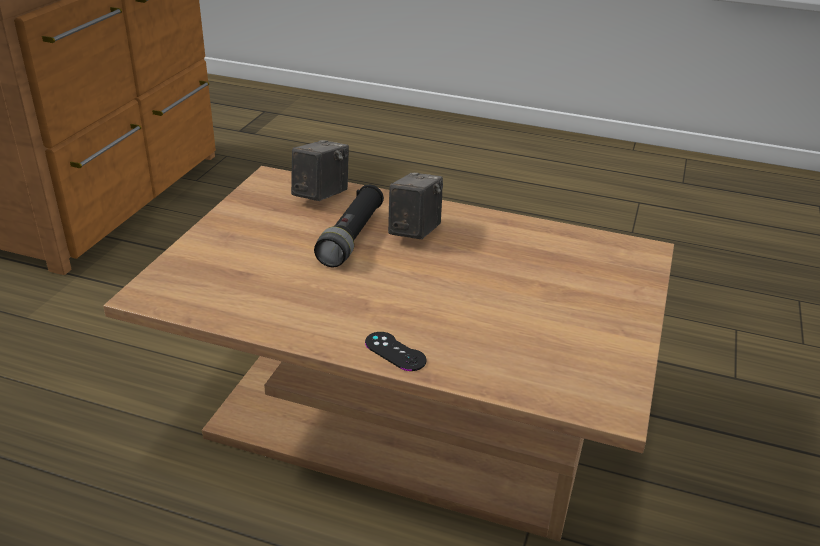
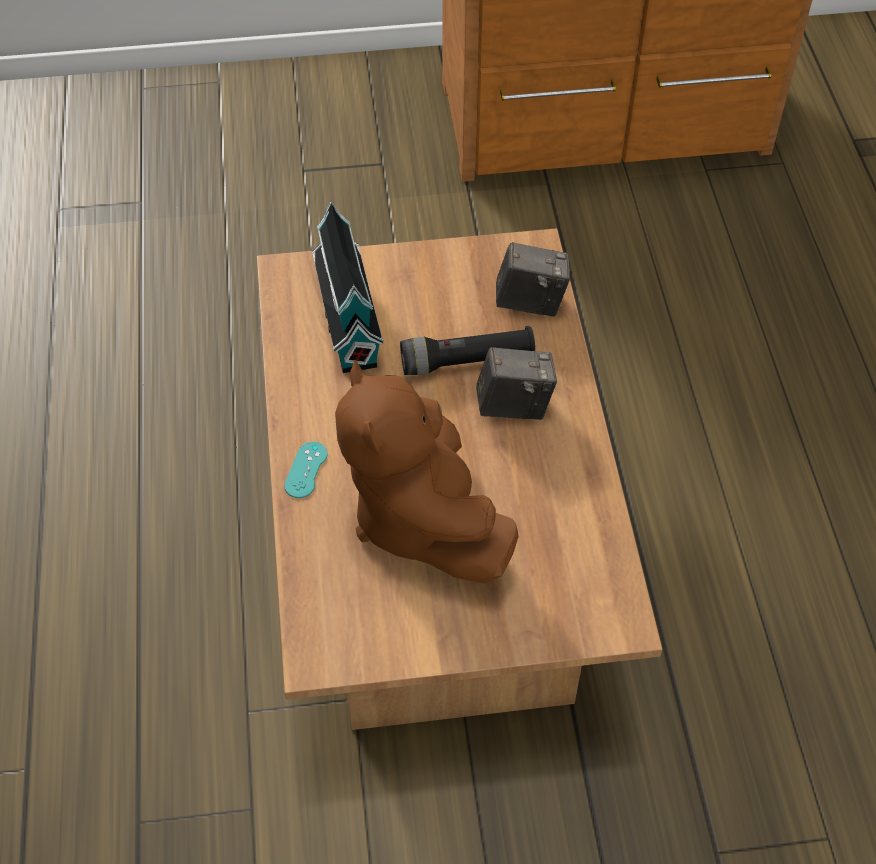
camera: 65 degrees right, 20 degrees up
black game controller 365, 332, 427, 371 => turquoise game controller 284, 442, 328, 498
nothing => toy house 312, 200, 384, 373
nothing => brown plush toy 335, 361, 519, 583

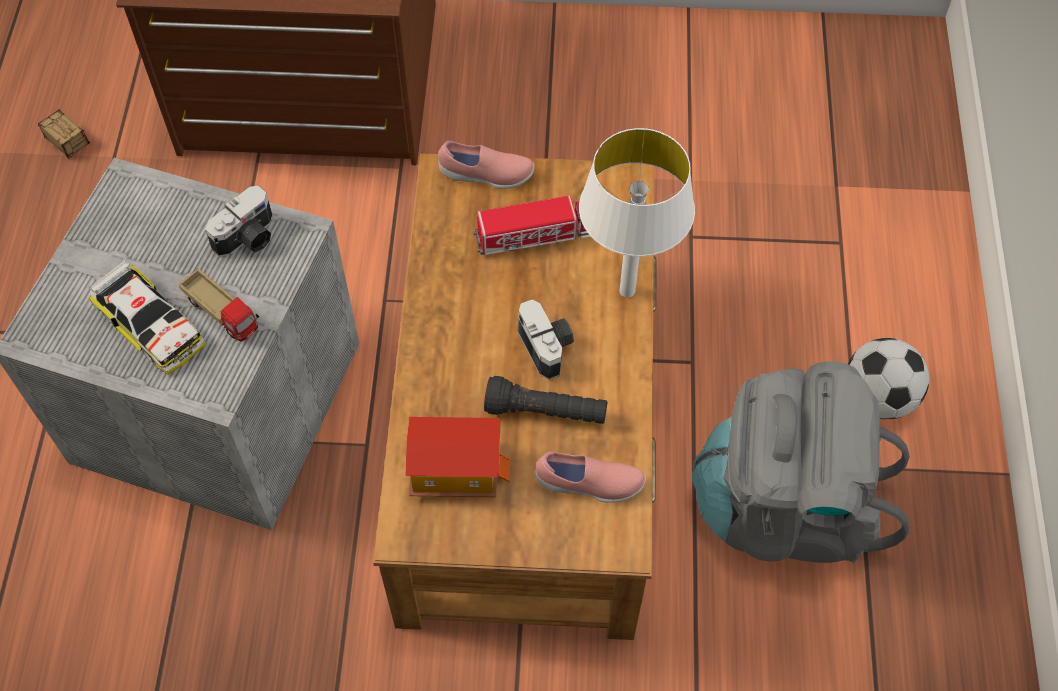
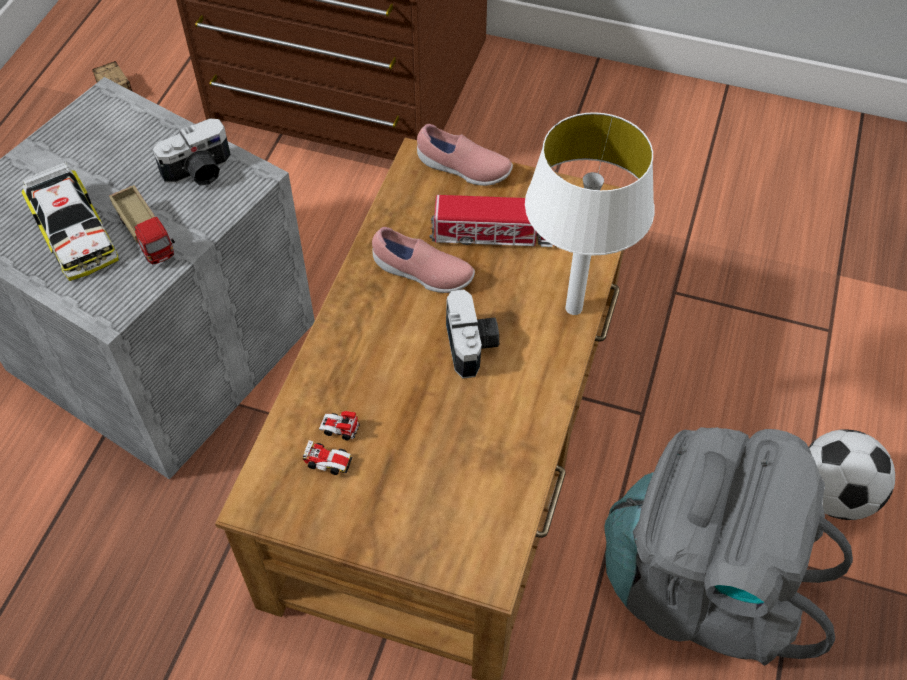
camera: 15 degrees right, 5 degrees down
toy house 405, 417, 511, 497 => toy car 302, 411, 360, 475
pink shoe 535, 452, 646, 503 => pink shoe 372, 227, 475, 293, relocated
black flashlight 484, 376, 607, 424 => nothing

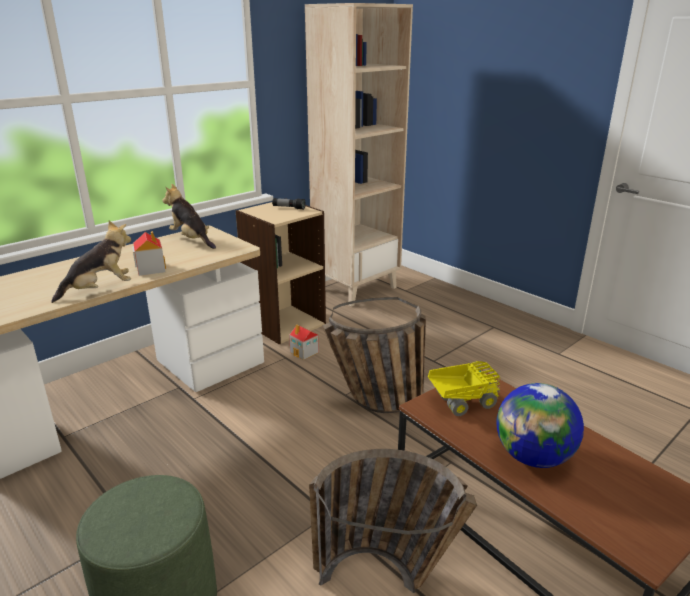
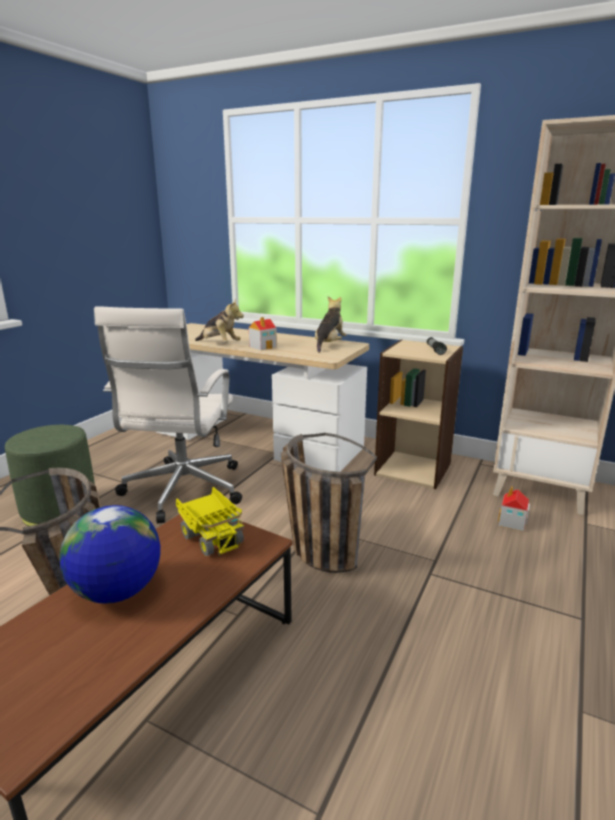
camera: 70 degrees right, 5 degrees down
nothing => white office chair 94, 306, 242, 524
toy house 289, 324, 319, 360 => toy house 498, 486, 530, 531, relocated

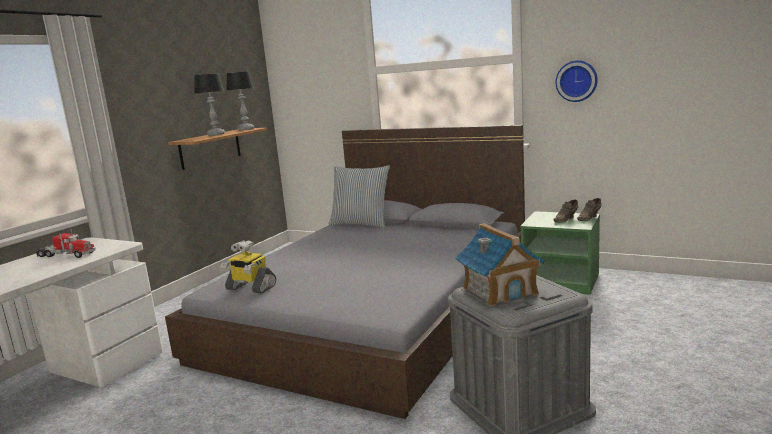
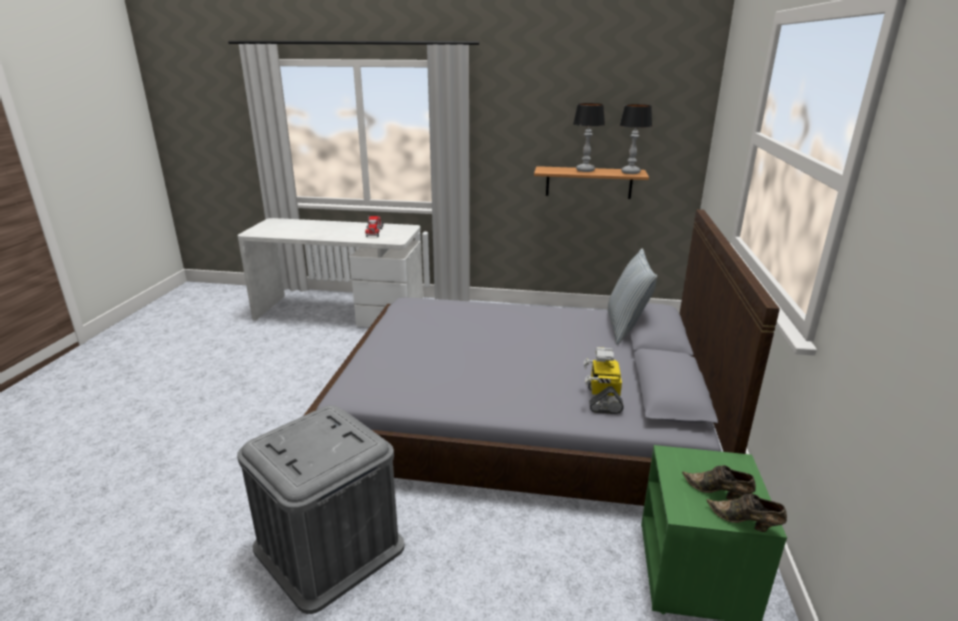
camera: 70 degrees right, 10 degrees up
toy robot 220, 240, 276, 293 => toy robot 584, 347, 623, 414, relocated
toy house 455, 223, 545, 306 => nothing
wall clock 556, 60, 598, 102 => nothing

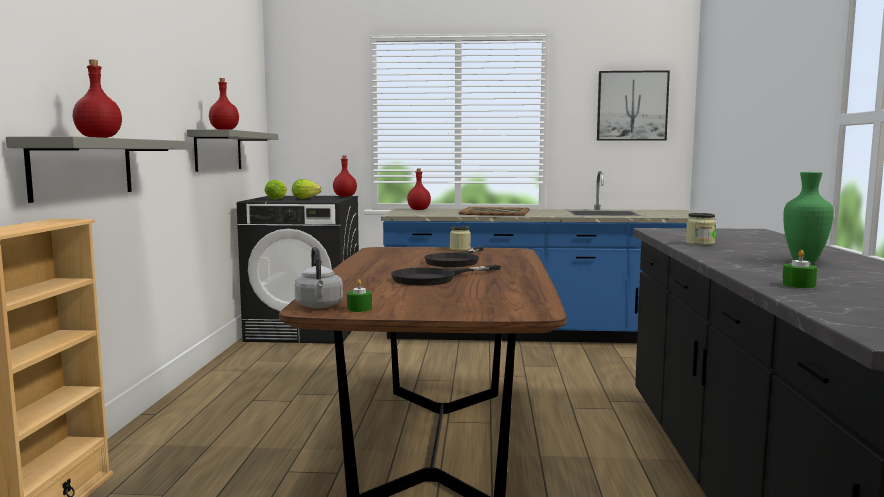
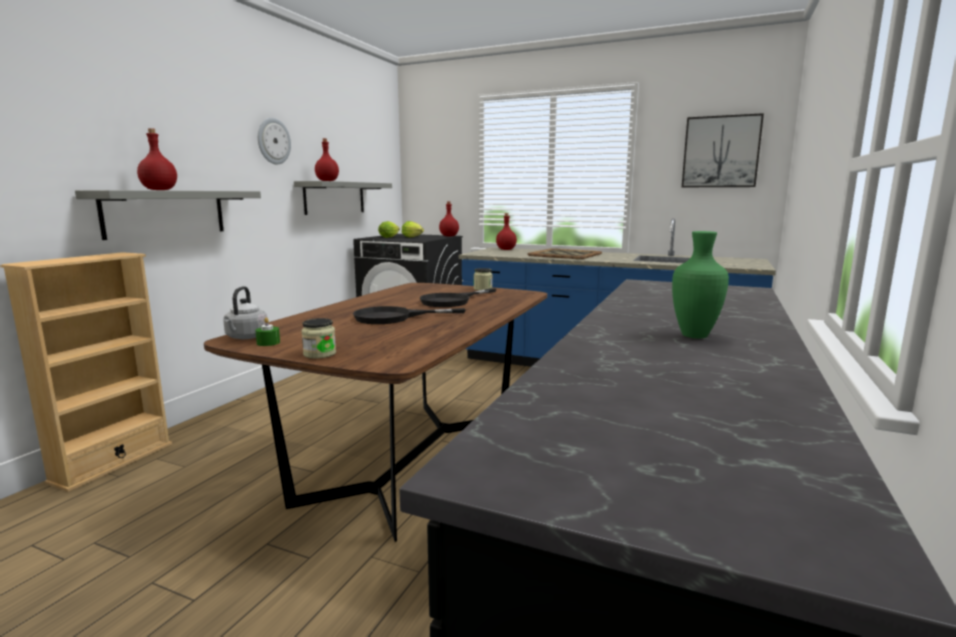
camera: 20 degrees right, 5 degrees up
nothing => wall clock 258, 118, 291, 164
jar 686, 213, 716, 245 => jar 301, 318, 336, 359, relocated
green candle 782, 250, 817, 288 => nothing

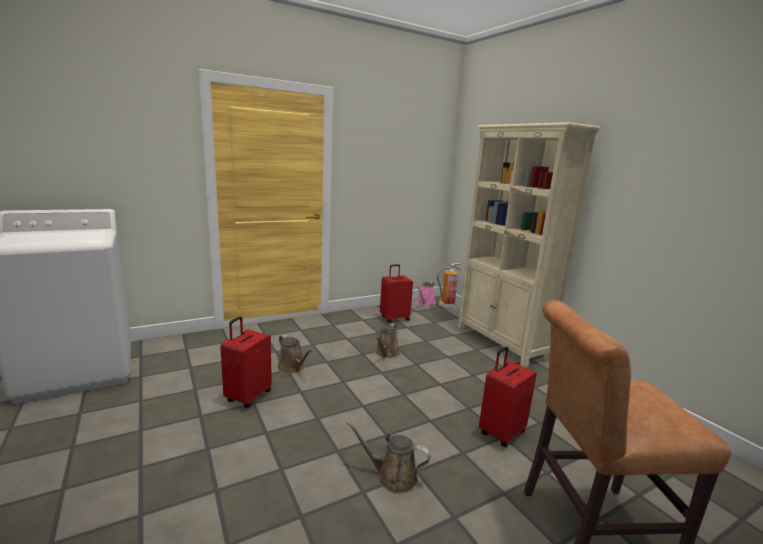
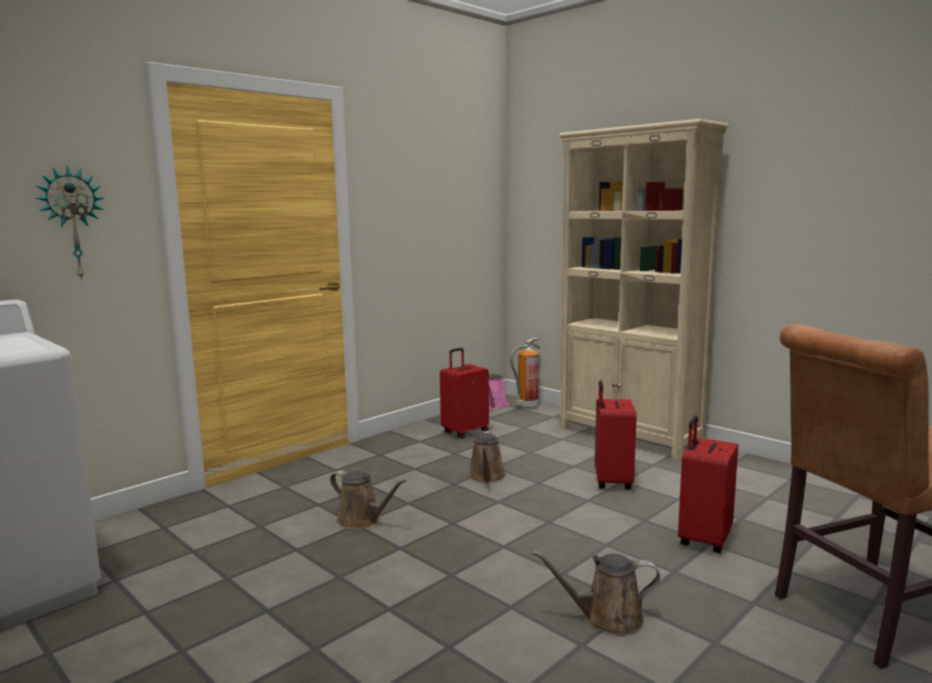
camera: 15 degrees left, 5 degrees down
nothing => wall clock 35, 165, 104, 280
red suitcase 220, 316, 272, 408 => red suitcase 595, 380, 637, 490, relocated

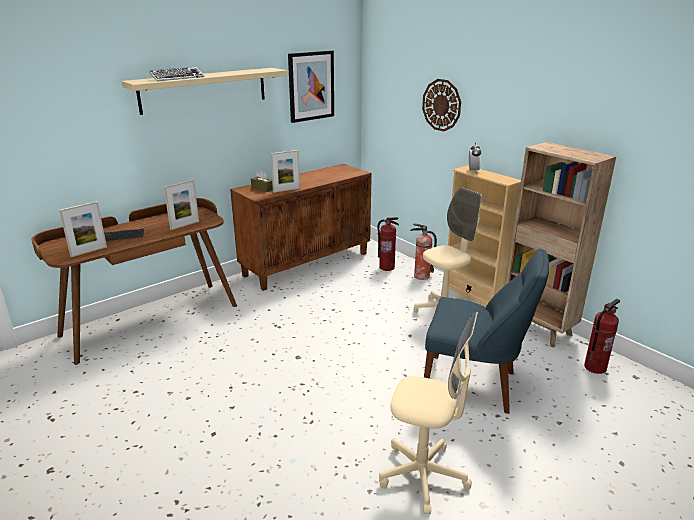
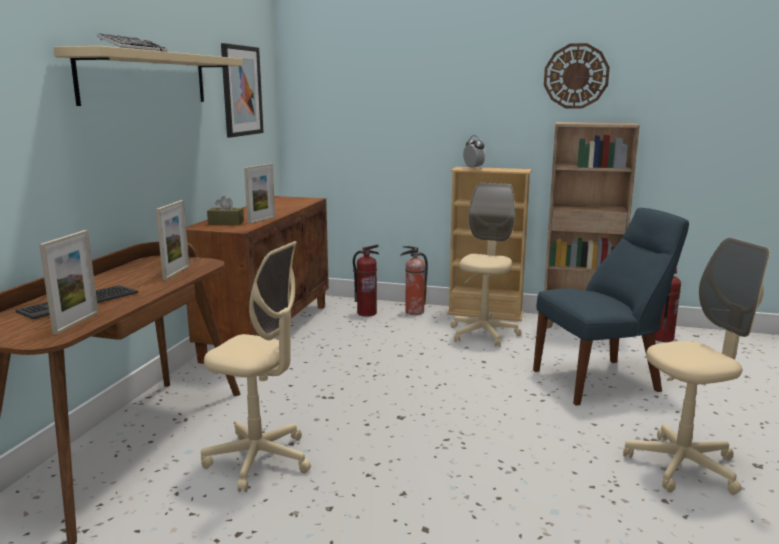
camera: 35 degrees left, 10 degrees down
nothing => beige office chair 201, 241, 311, 492
wall clock 422, 79, 461, 132 => wall clock 544, 43, 610, 109, relocated

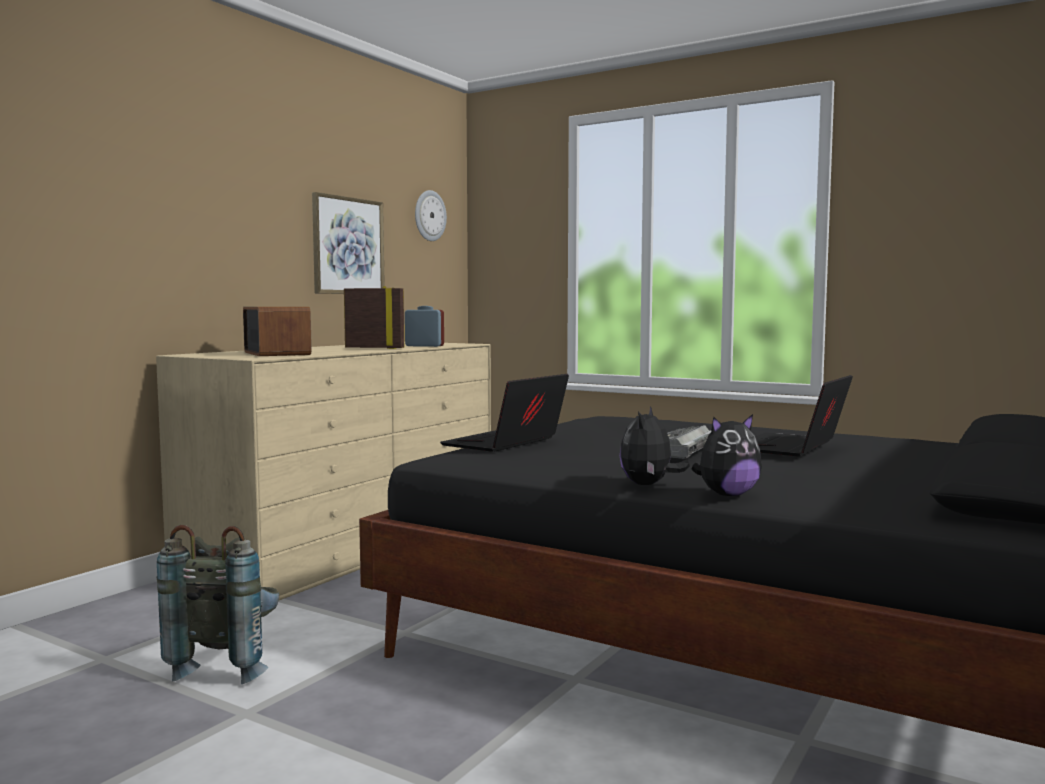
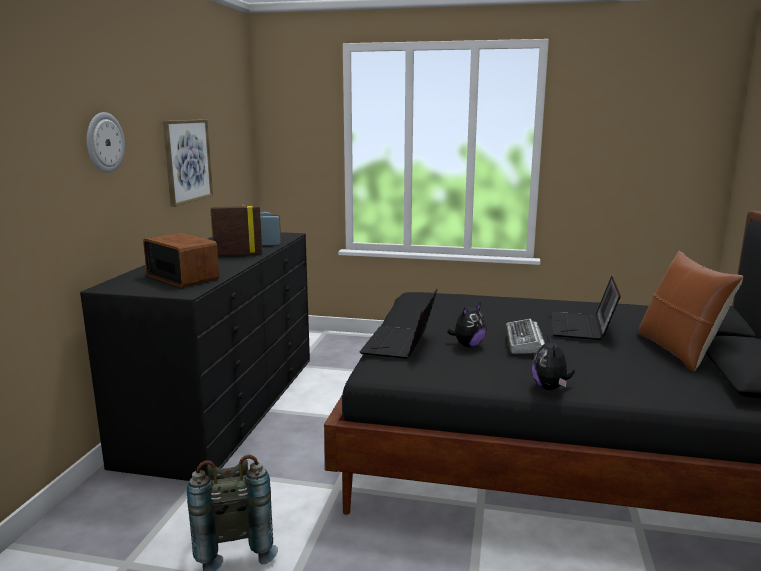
camera: 20 degrees left, 10 degrees up
beige dresser 156, 342, 491, 601 => black dresser 80, 232, 310, 481
wall clock 415, 190, 447, 241 => wall clock 87, 112, 125, 173, relocated
plush toy 692, 414, 762, 496 => plush toy 447, 302, 487, 347, relocated
nothing => brown pillow 638, 251, 743, 372

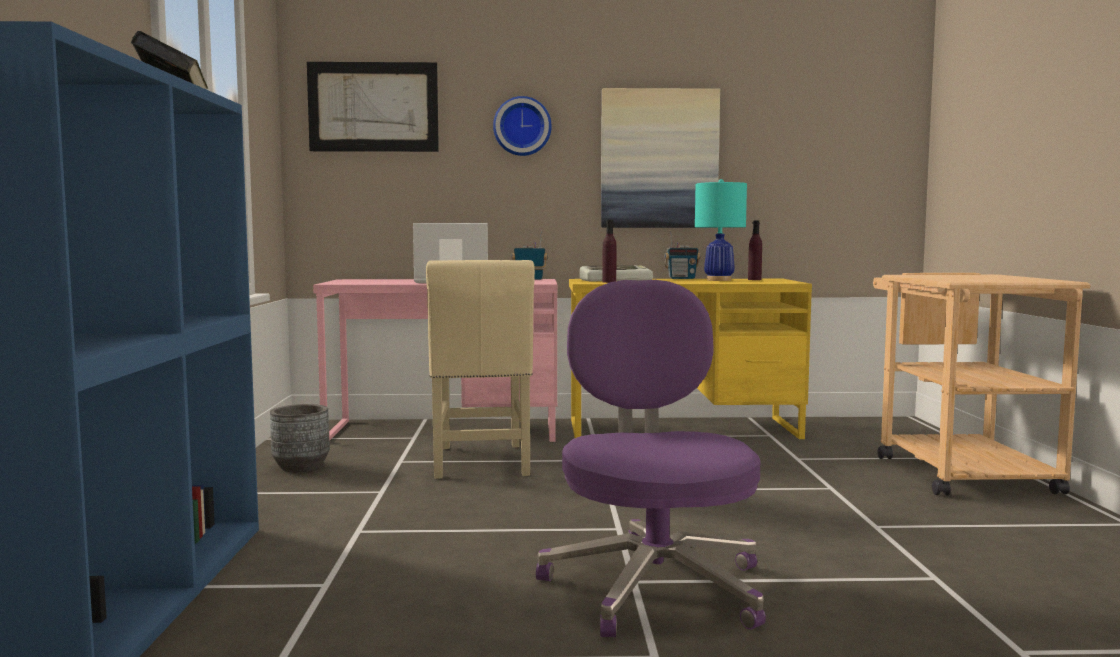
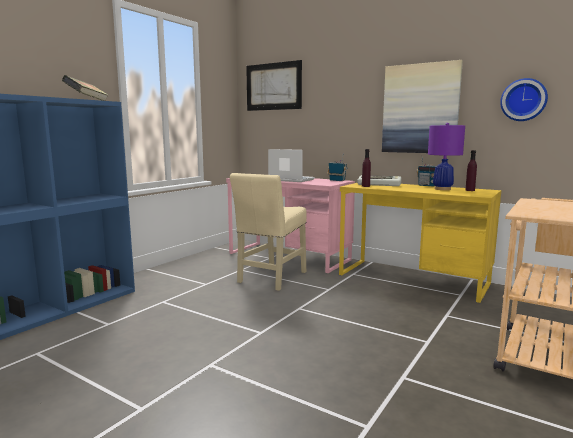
camera: 35 degrees right, 5 degrees up
turquoise table lamp 695, 179, 747, 281 => purple table lamp 428, 123, 465, 190
wall clock 493, 96, 552, 156 => wall clock 500, 78, 548, 121, relocated
grey planter 270, 404, 330, 472 => nothing
purple office chair 536, 280, 766, 637 => nothing

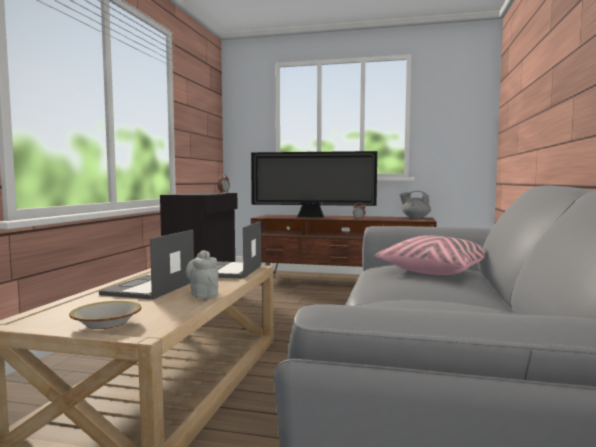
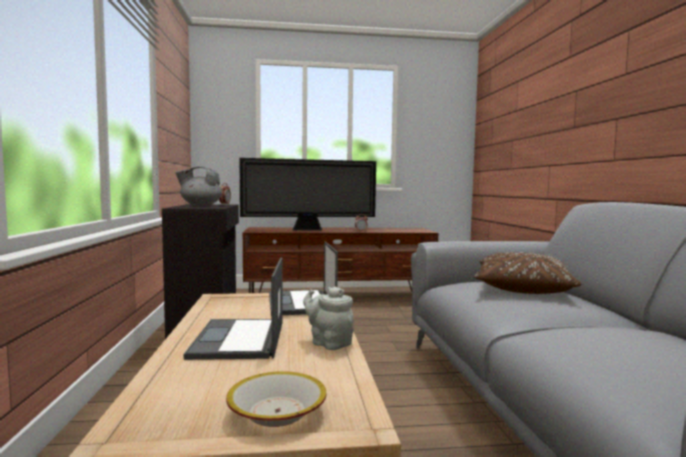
camera: 20 degrees left, 0 degrees up
grey teapot 399, 191, 431, 219 => grey teapot 175, 166, 222, 206, relocated
pink pillow 375, 235, 486, 275 => brown pillow 474, 252, 581, 294

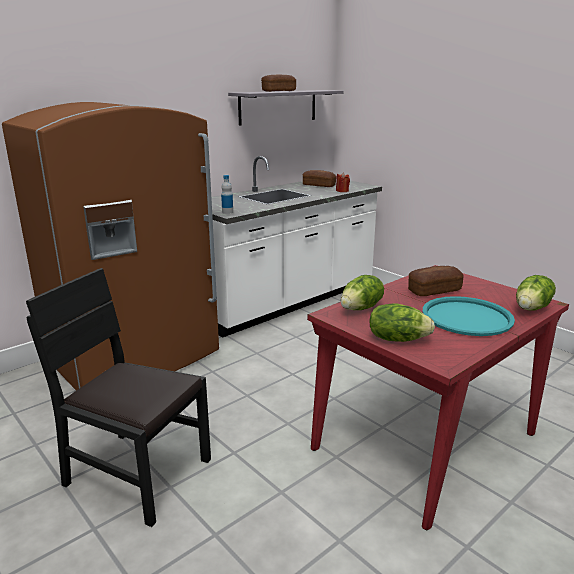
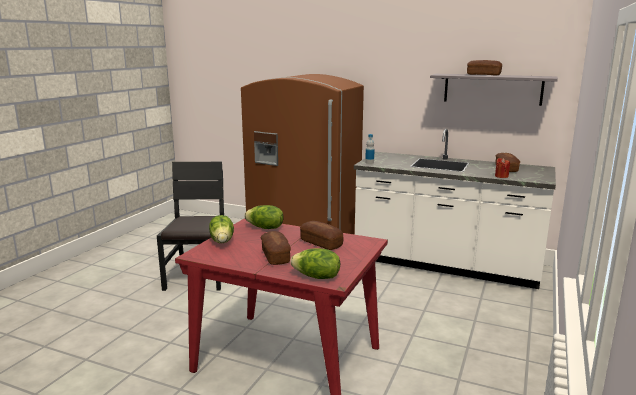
camera: 65 degrees right, 5 degrees down
turquoise tray 423, 296, 515, 336 => bread 260, 231, 291, 265

